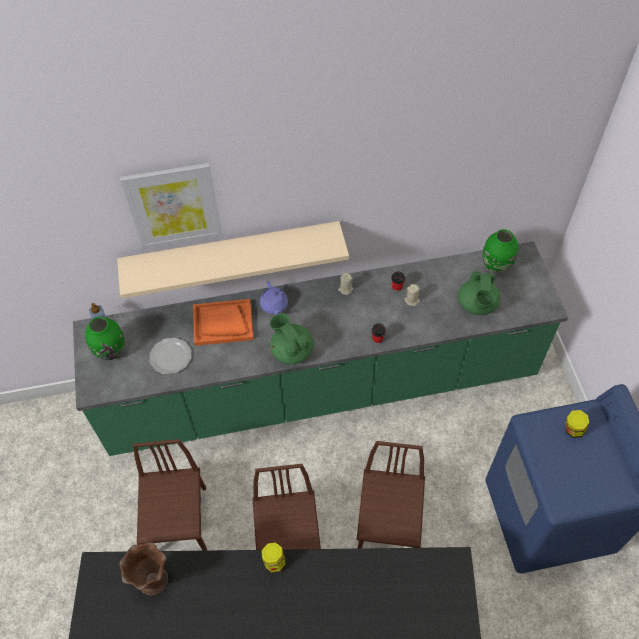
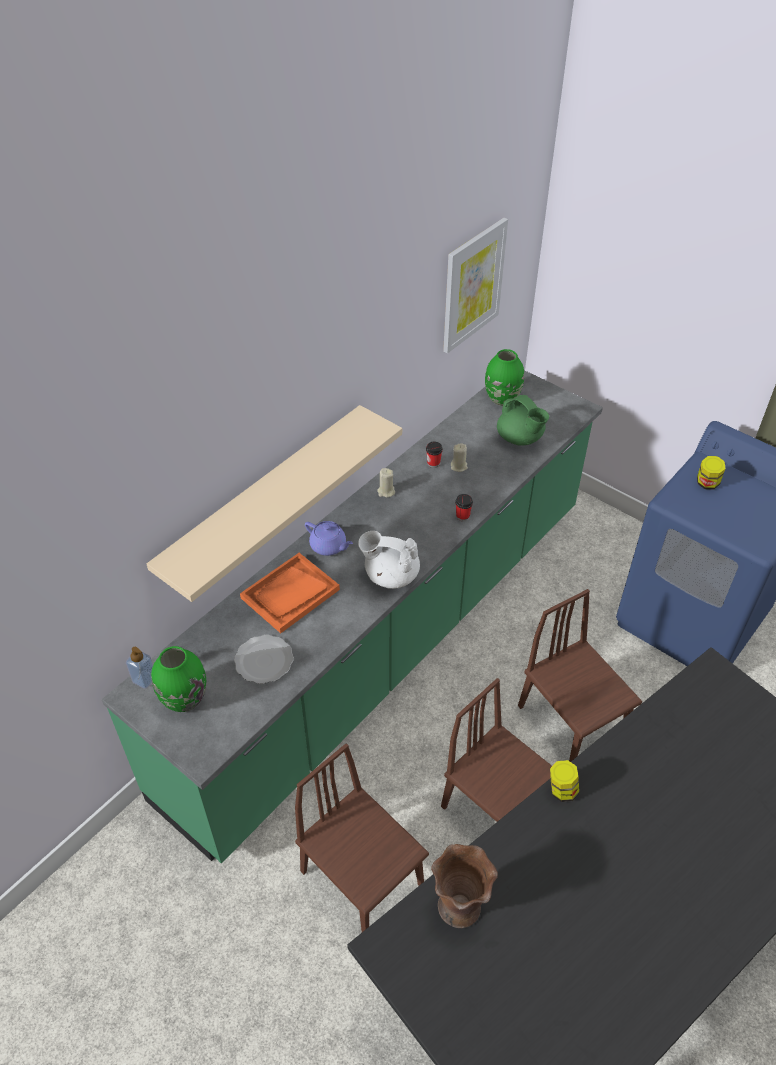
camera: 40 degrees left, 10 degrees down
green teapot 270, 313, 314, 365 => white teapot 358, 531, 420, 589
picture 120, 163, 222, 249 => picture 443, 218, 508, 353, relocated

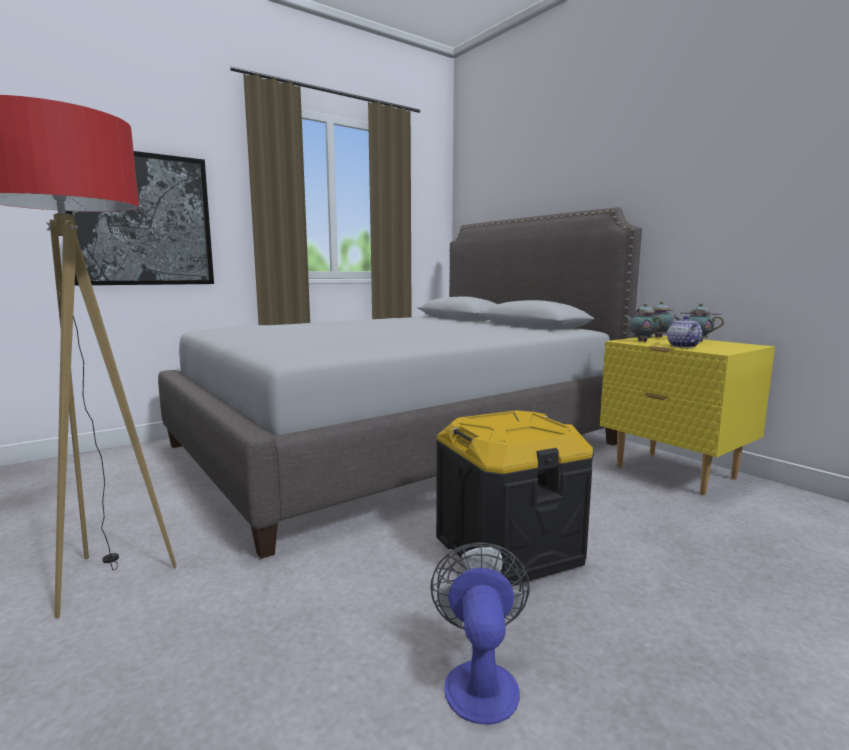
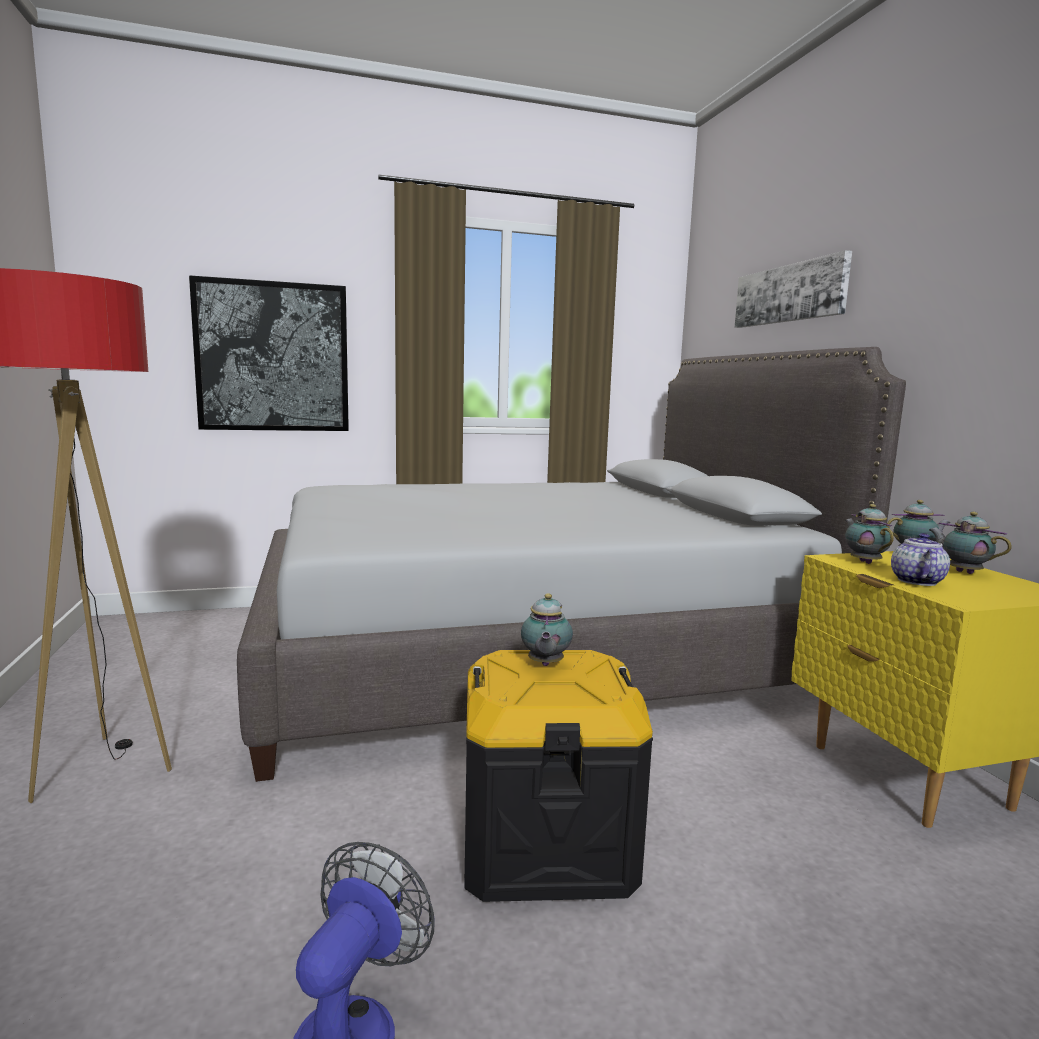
camera: 20 degrees right, 0 degrees up
nothing => teapot 521, 593, 573, 666
nothing => picture 735, 250, 852, 328

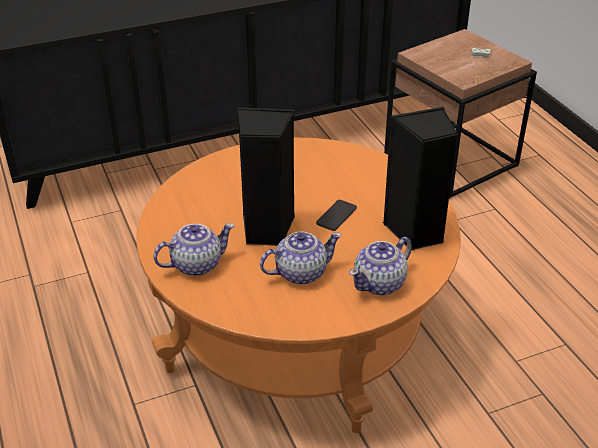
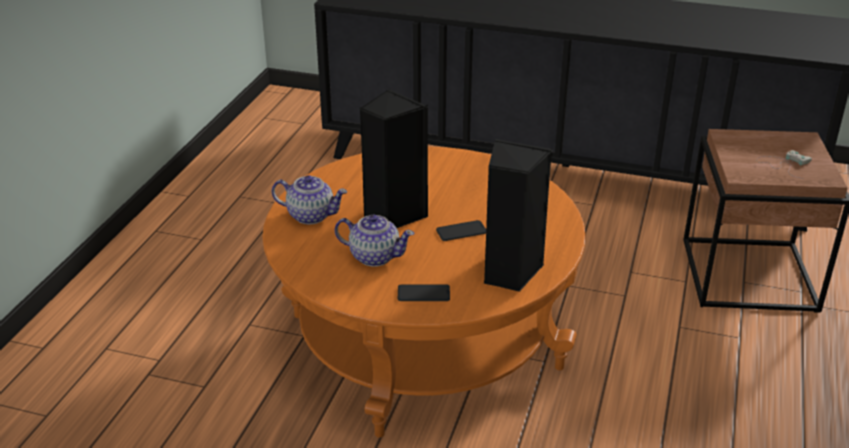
camera: 40 degrees right, 5 degrees down
teapot 349, 237, 412, 295 => phone 398, 284, 450, 301

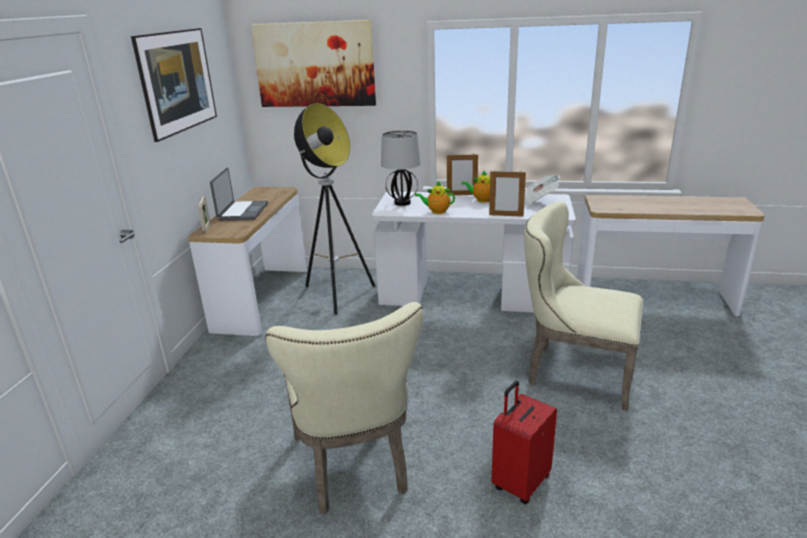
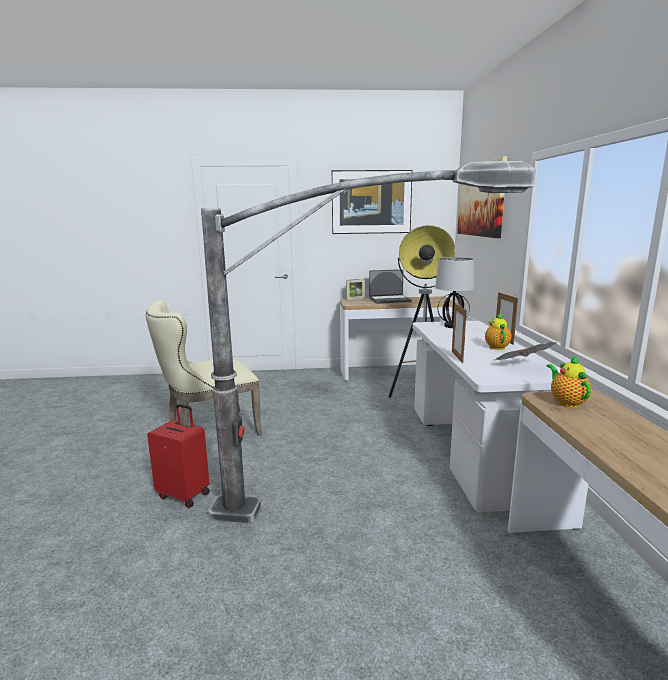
camera: 75 degrees right, 10 degrees down
beige chair 524, 201, 643, 411 => floor lamp 201, 161, 536, 523
teapot 415, 181, 455, 214 => teapot 547, 355, 591, 408, relocated

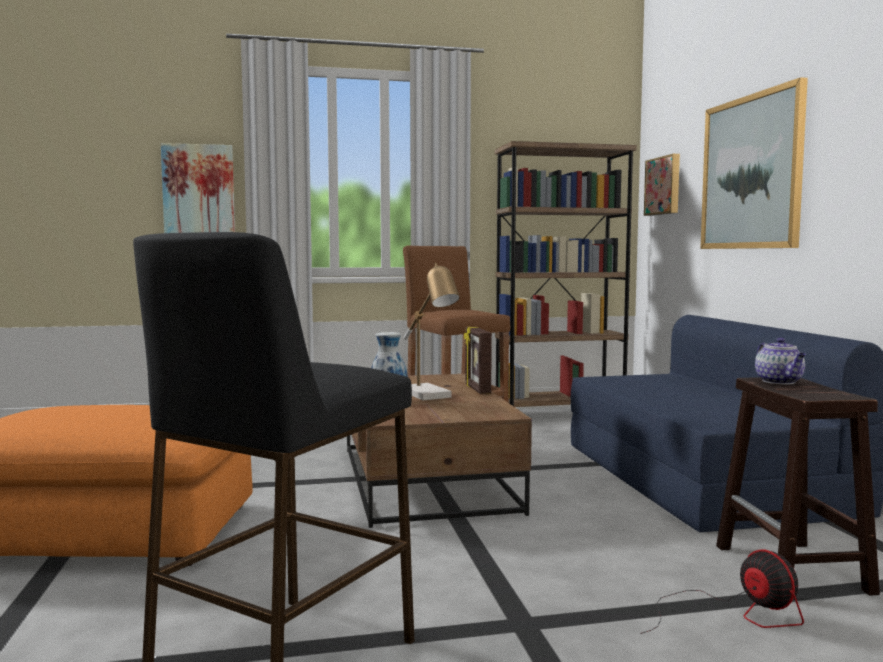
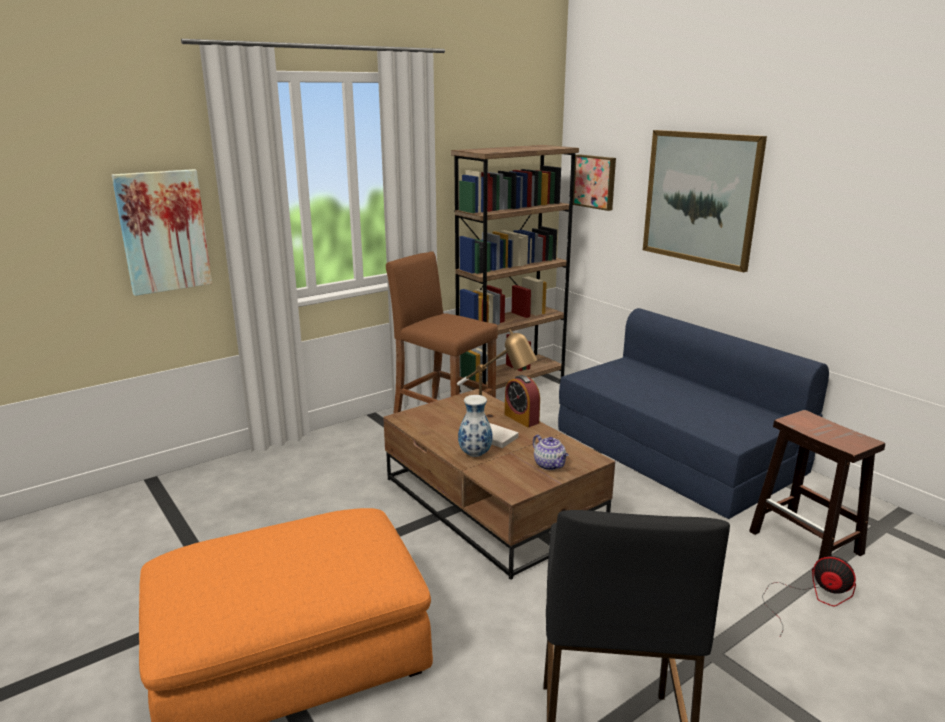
camera: 25 degrees left, 15 degrees up
picture frame 464, 326, 492, 394 => alarm clock 505, 375, 540, 427
teapot 755, 338, 806, 384 => teapot 533, 435, 569, 470, relocated

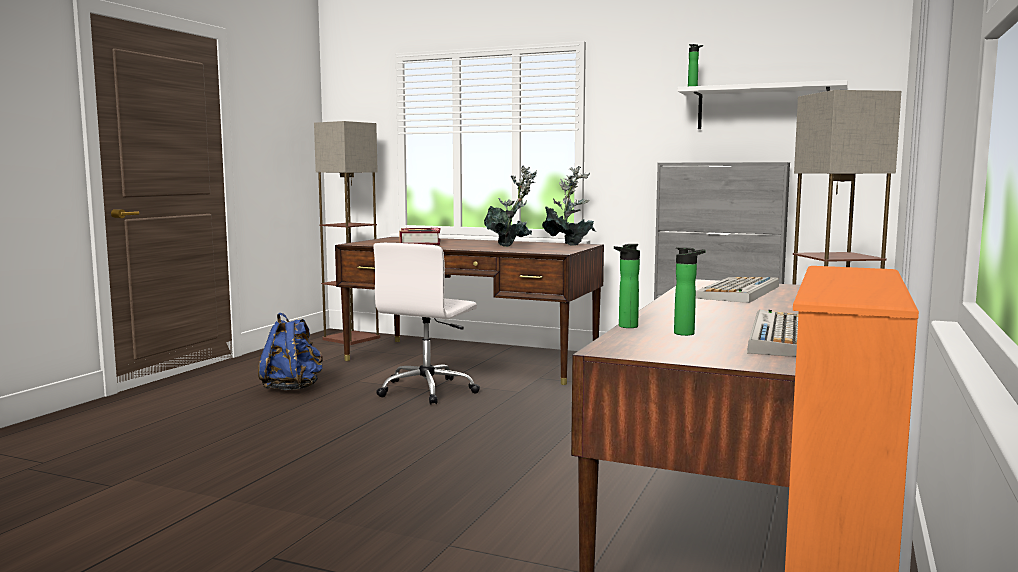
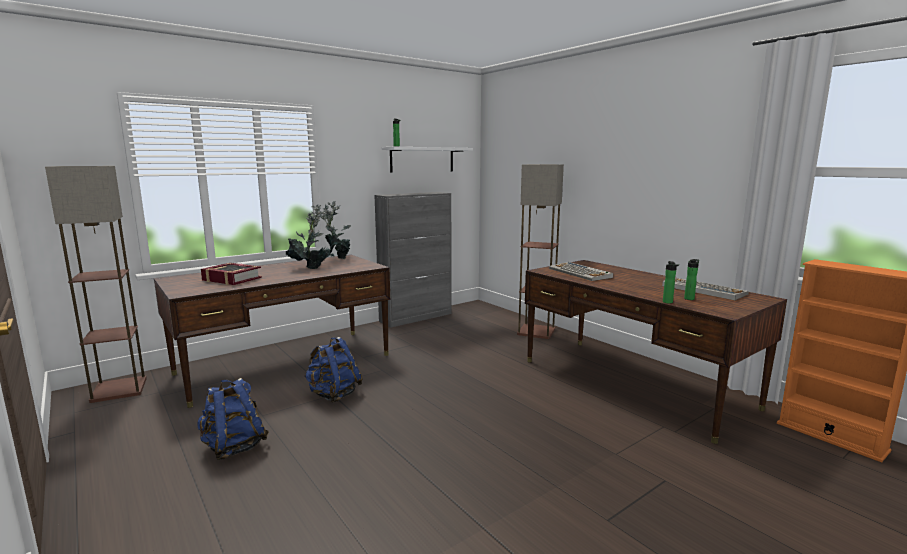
camera: 60 degrees left, 5 degrees up
white office chair 373, 243, 480, 404 => blue backpack 304, 337, 363, 403

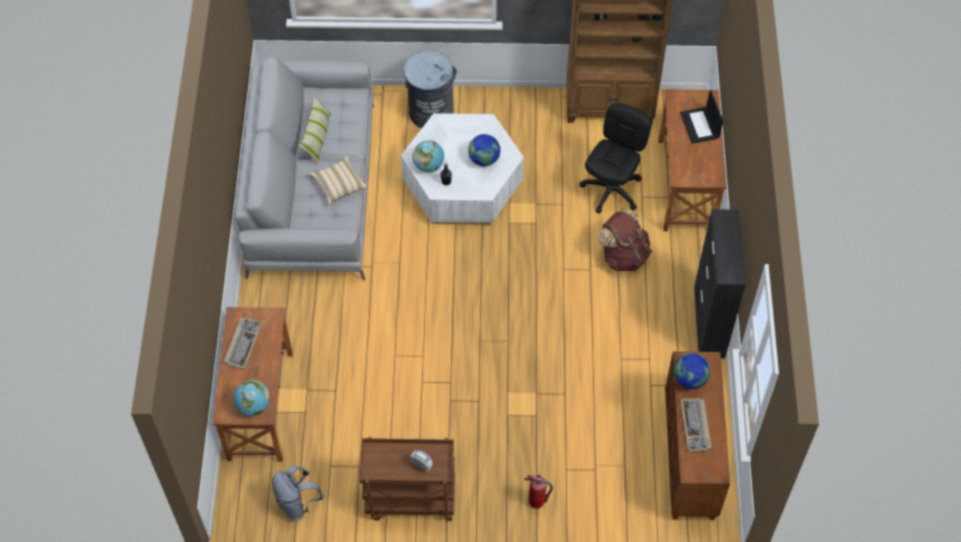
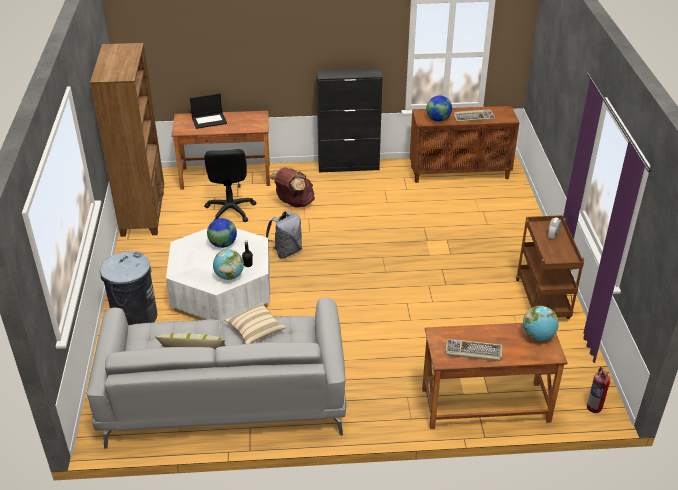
camera: 95 degrees left, 20 degrees down
black office chair 579, 103, 652, 213 => black office chair 204, 149, 256, 222, 120 degrees counterclockwise
grey backpack 272, 466, 323, 521 => grey backpack 266, 211, 302, 259, relocated
fire extinguisher 524, 475, 553, 509 => fire extinguisher 587, 367, 610, 413, relocated

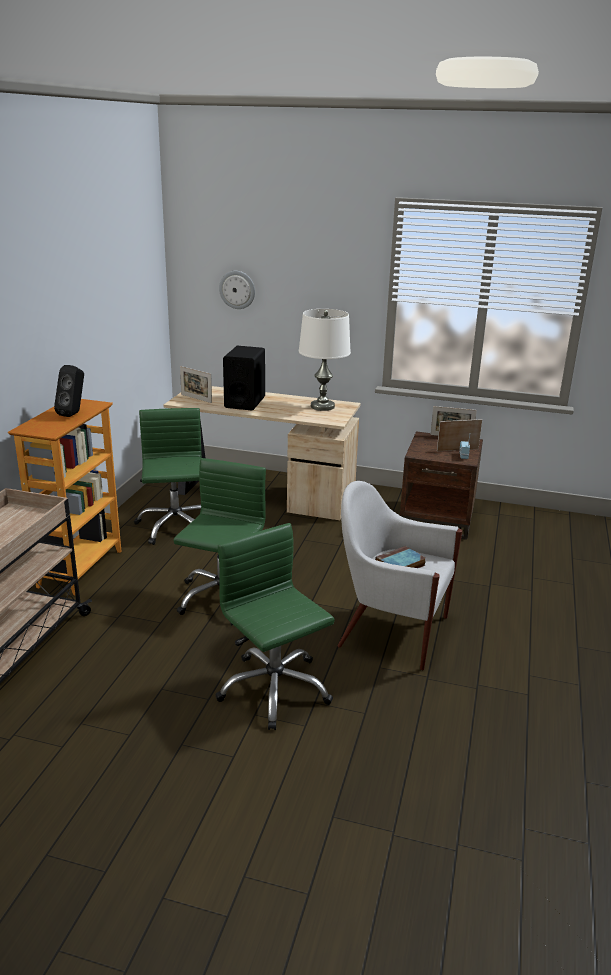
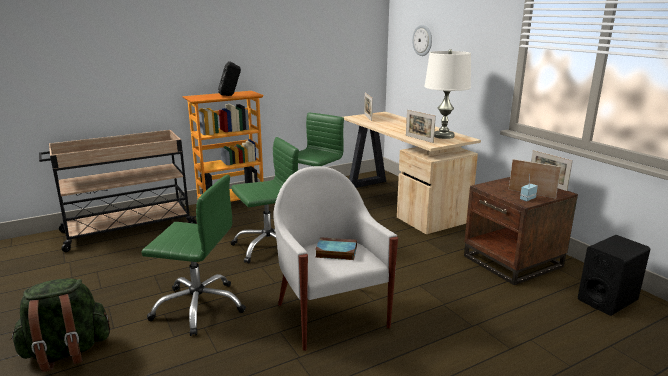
camera: 45 degrees right, 5 degrees down
nothing => green backpack 10, 278, 110, 372
green office chair 216, 523, 335, 730 => green office chair 141, 175, 246, 336, 90 degrees clockwise
nothing => picture frame 406, 109, 436, 143
black speaker 223, 346, 265, 411 => black speaker 578, 235, 650, 316, relocated

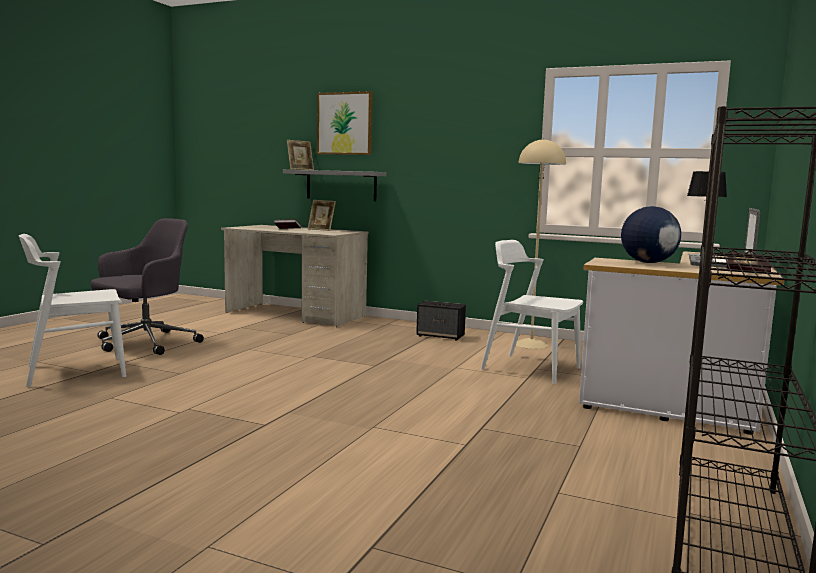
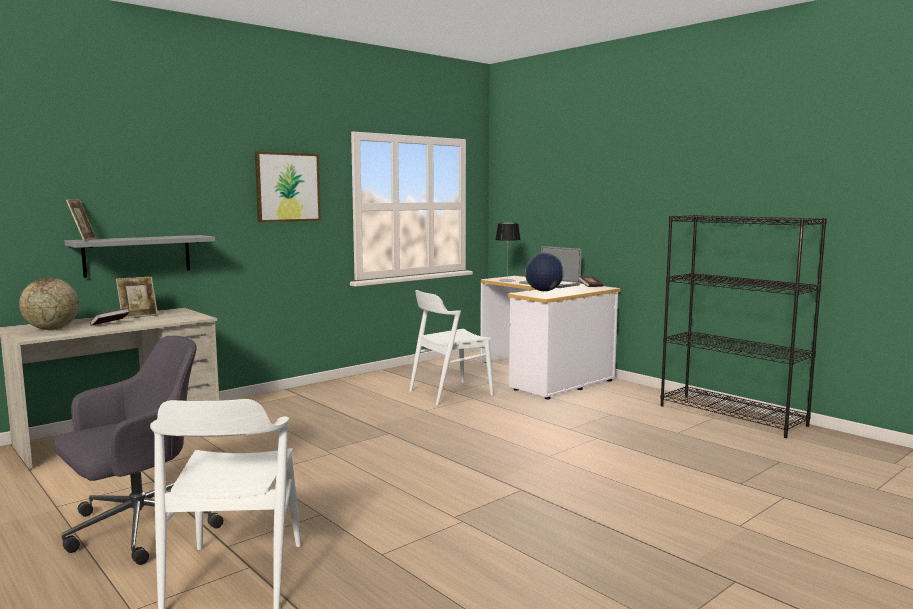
camera: 65 degrees left, 0 degrees up
nothing => globe 19, 278, 79, 330
grey office chair 91, 218, 204, 355 => grey office chair 54, 336, 223, 565, 75 degrees clockwise
picture 317, 91, 373, 155 => picture 255, 151, 321, 222, relocated
speaker 416, 301, 466, 340 => nothing
beige floor lamp 516, 138, 566, 349 => nothing

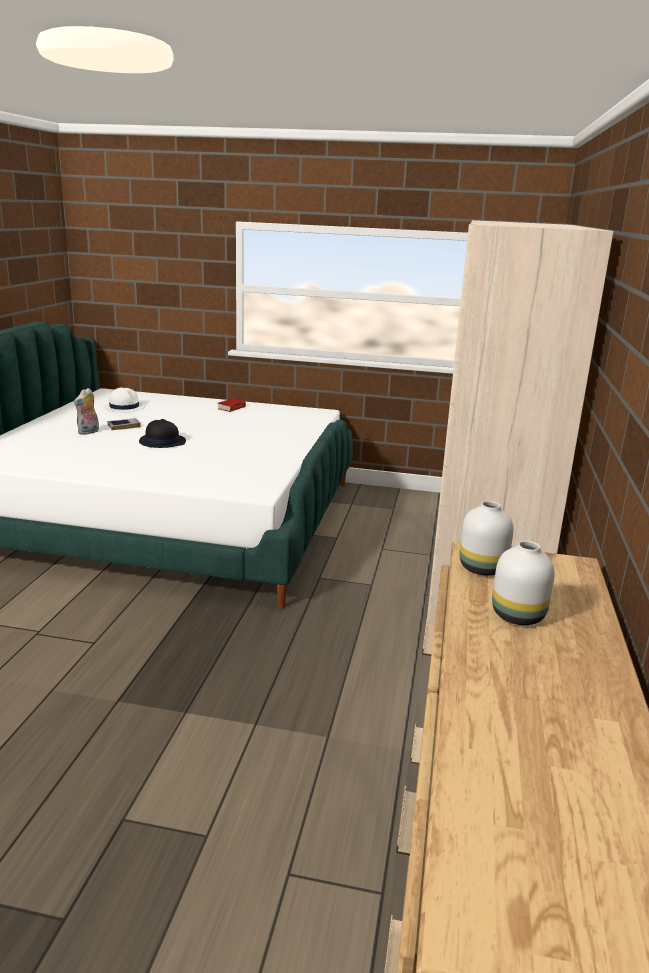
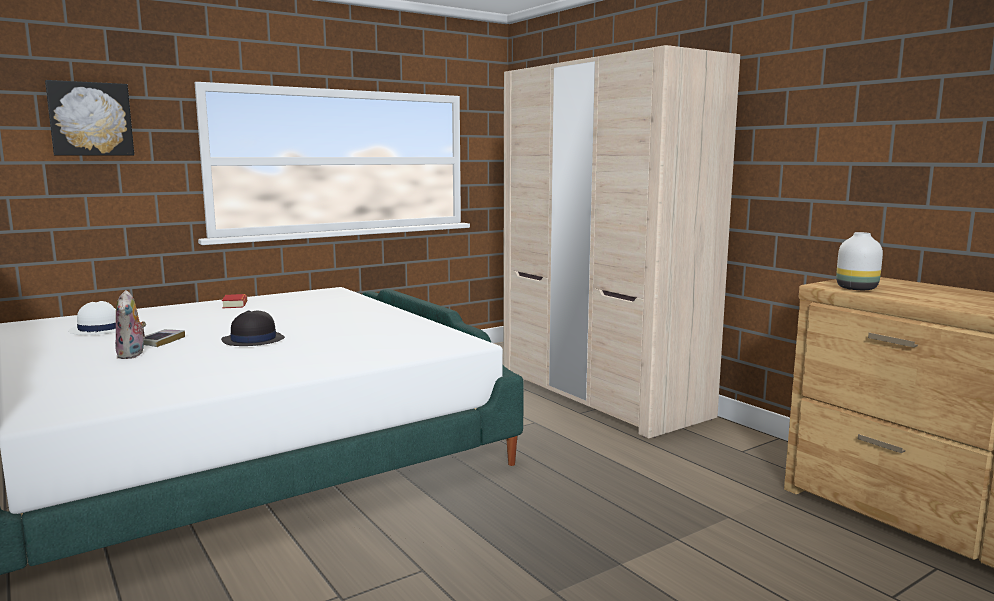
camera: 45 degrees left, 10 degrees down
nothing => picture 45, 80, 134, 156
white vase 492, 541, 555, 625 => nothing

